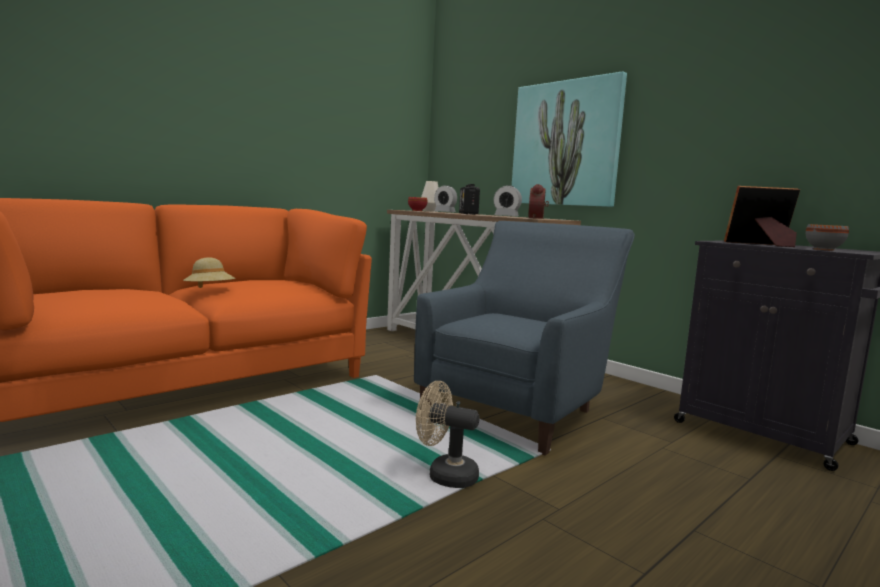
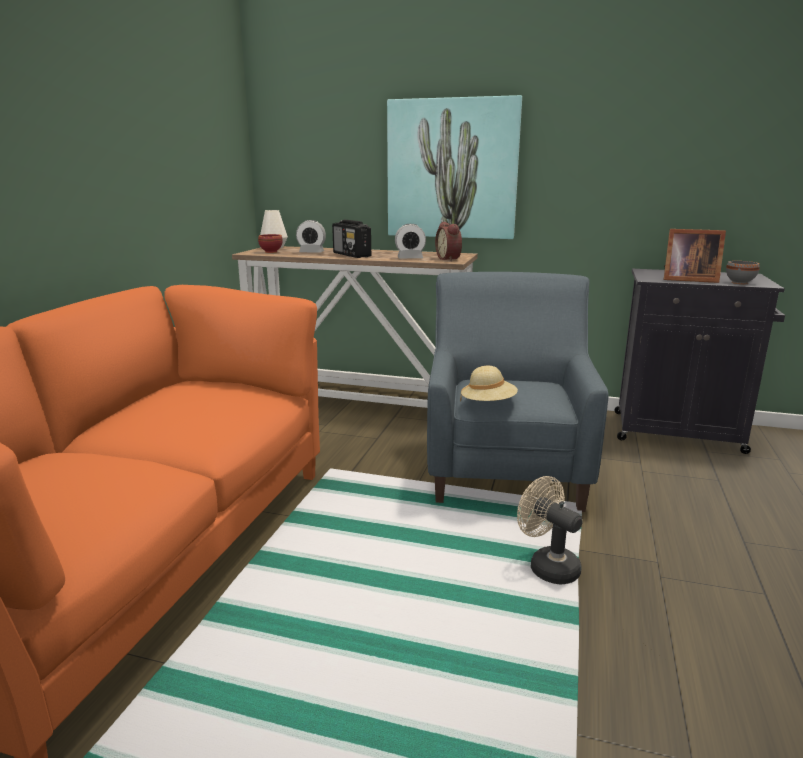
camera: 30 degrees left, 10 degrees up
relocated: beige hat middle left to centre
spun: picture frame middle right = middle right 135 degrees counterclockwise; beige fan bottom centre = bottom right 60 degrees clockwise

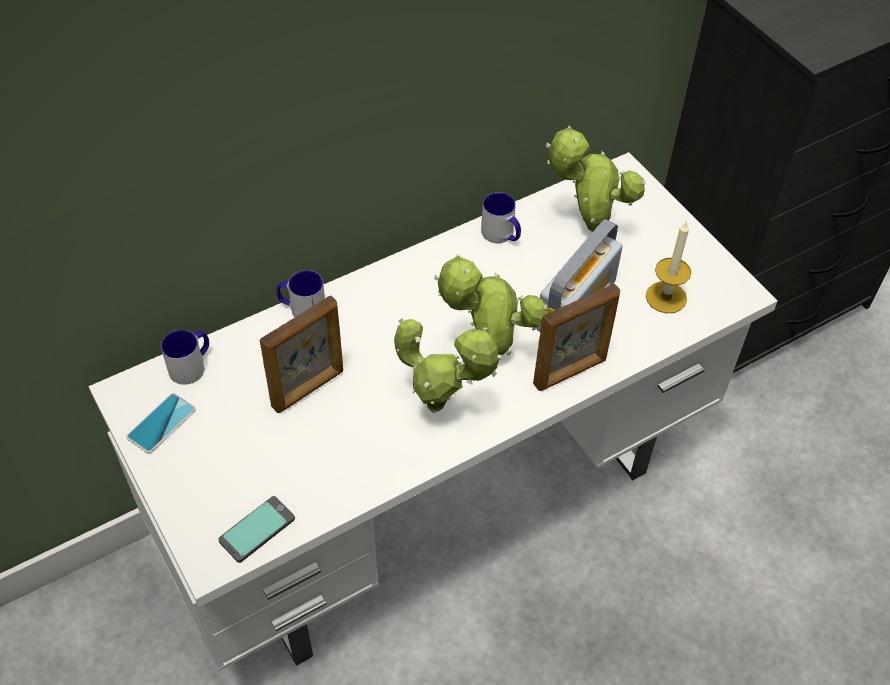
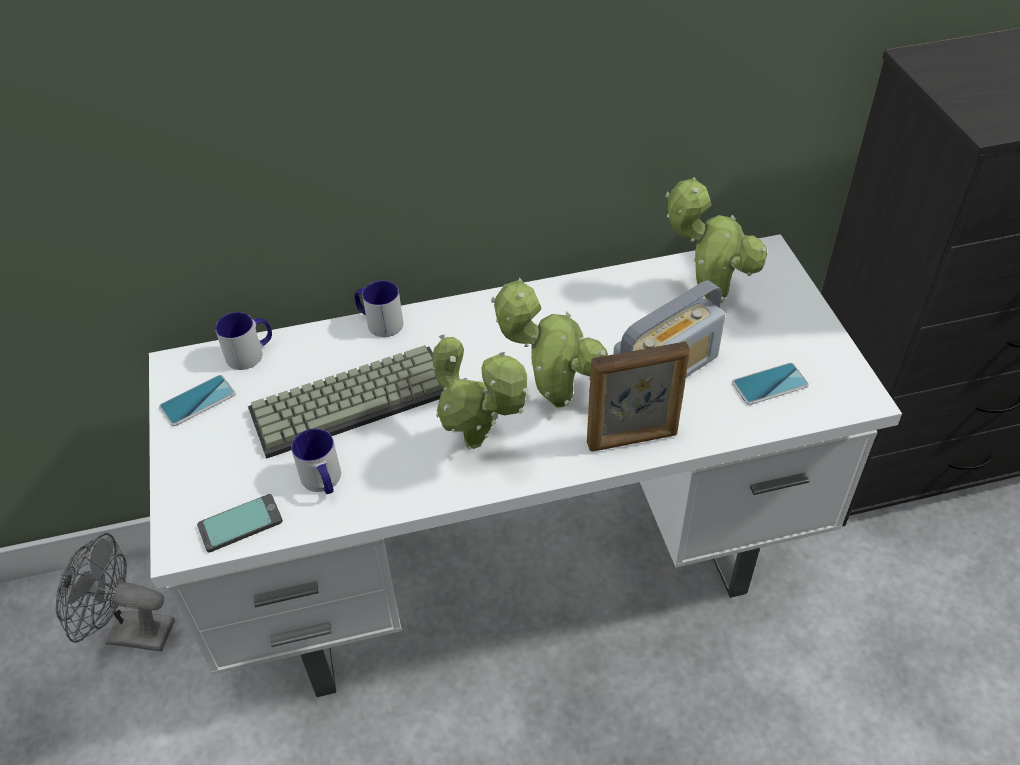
camera: 20 degrees right, 5 degrees down
appeared: grey fan bottom left
relocated: mug (no. 3 from left in the first image) top centre to mug (no. 2 from left) middle left
exchanged: candle middle right to phone (no. 3 from left) middle right; picture frame (no. 1 from left) centre to keyboard centre

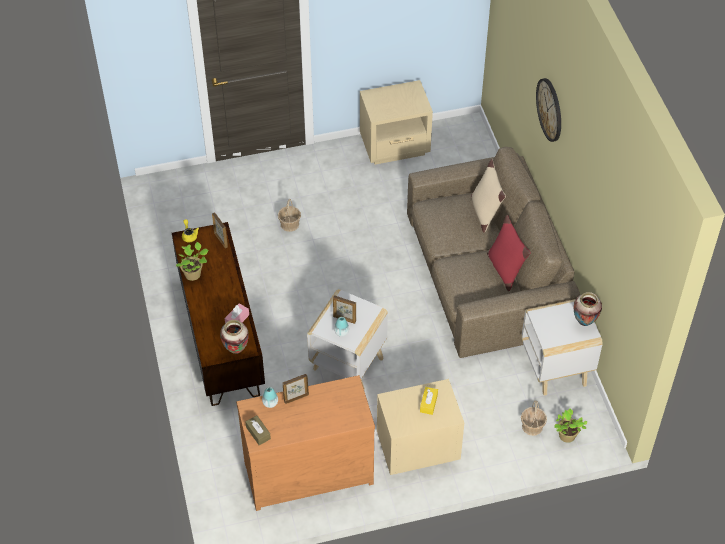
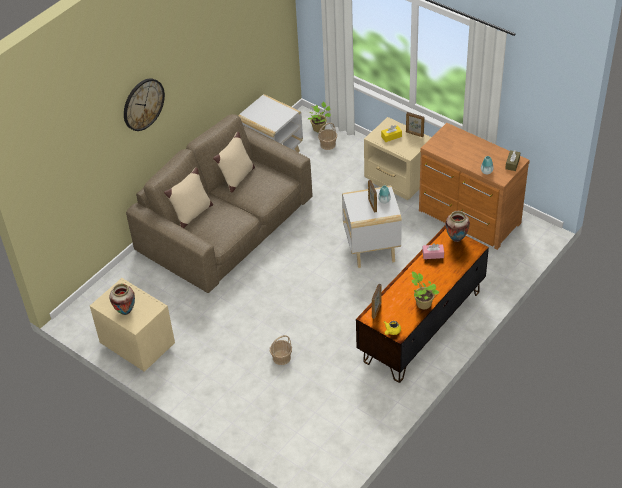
camera: 125 degrees left, 5 degrees down
relocated: vase (no. 4 from left in the first image) middle right to vase (no. 1 from left) middle left; picture frame (no. 2 from left in the first image) bottom centre to picture frame (no. 3 from left) top right
colour: red pillow middle right to beige pillow (no. 2 from left) top centre

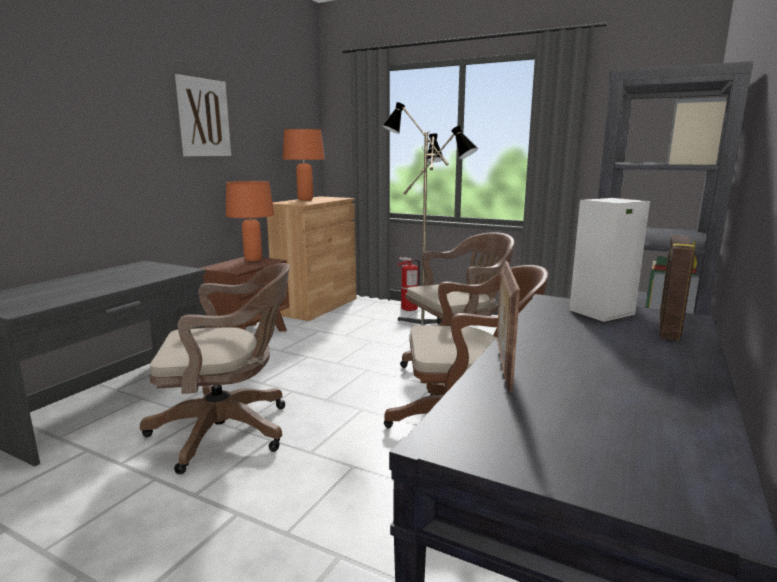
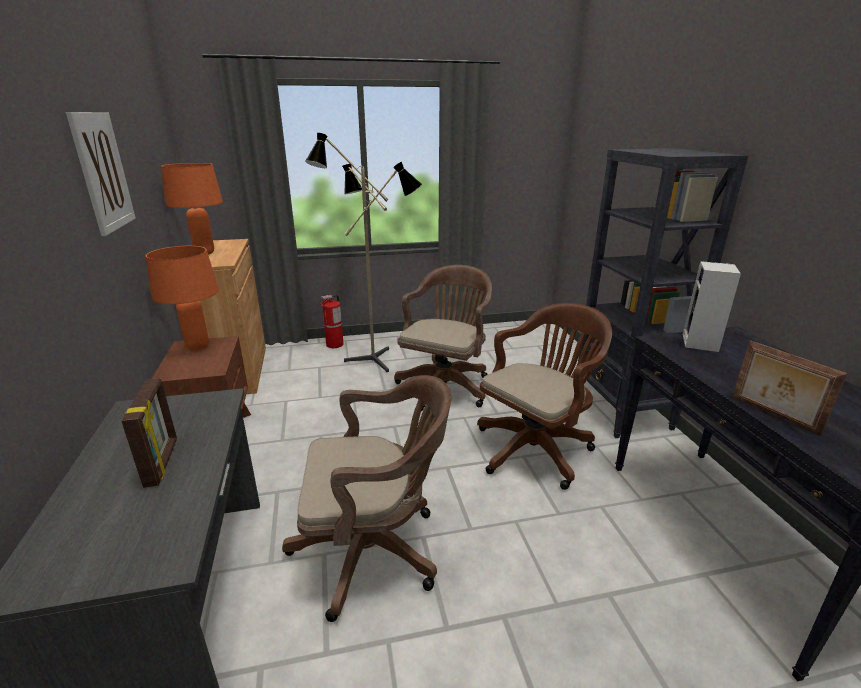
camera: 40 degrees left, 10 degrees up
relocated: picture frame (no. 2 from left in the first image) middle right to picture frame (no. 1 from left) middle left
spun: brown office chair (no. 1 from left) middle left = bottom centre 45 degrees clockwise

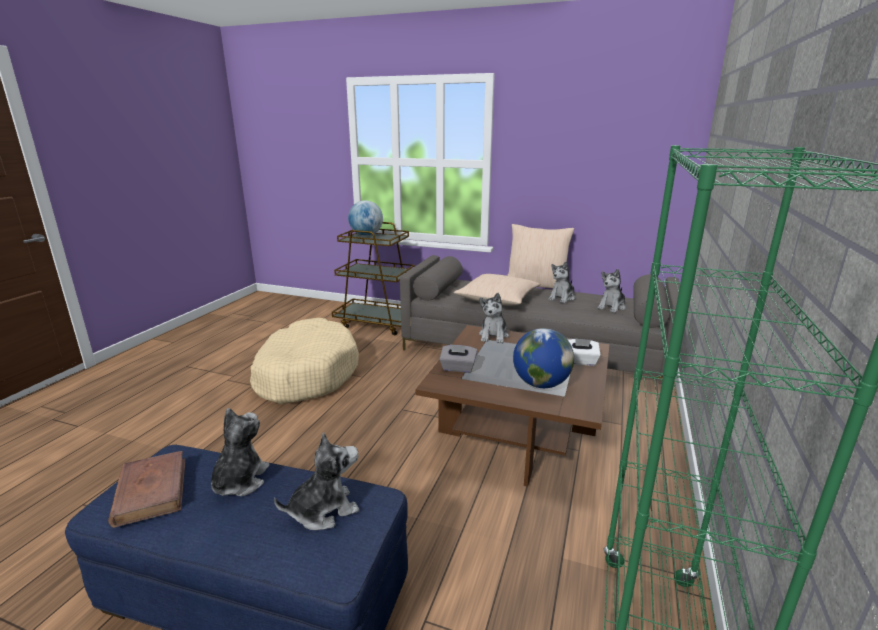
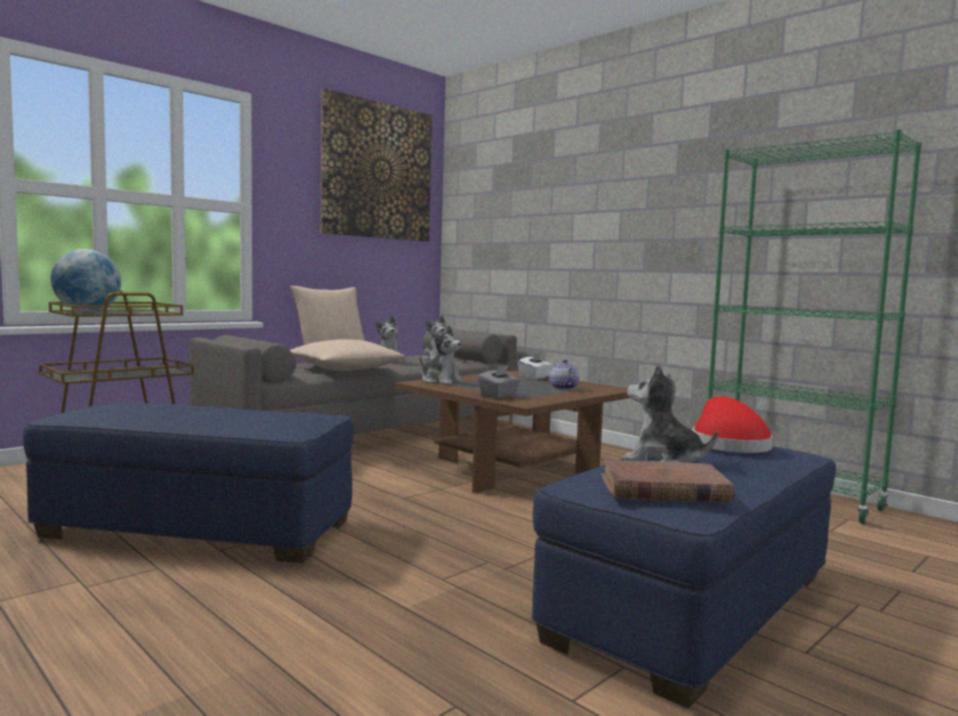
camera: 65 degrees left, 15 degrees down
appeared: picture top centre
exchanged: beige dog bed centre to blue ottoman (no. 1 from left) bottom left; globe (no. 2 from left) centre to teapot centre; plush toy (no. 2 from left) bottom centre to red hat middle right

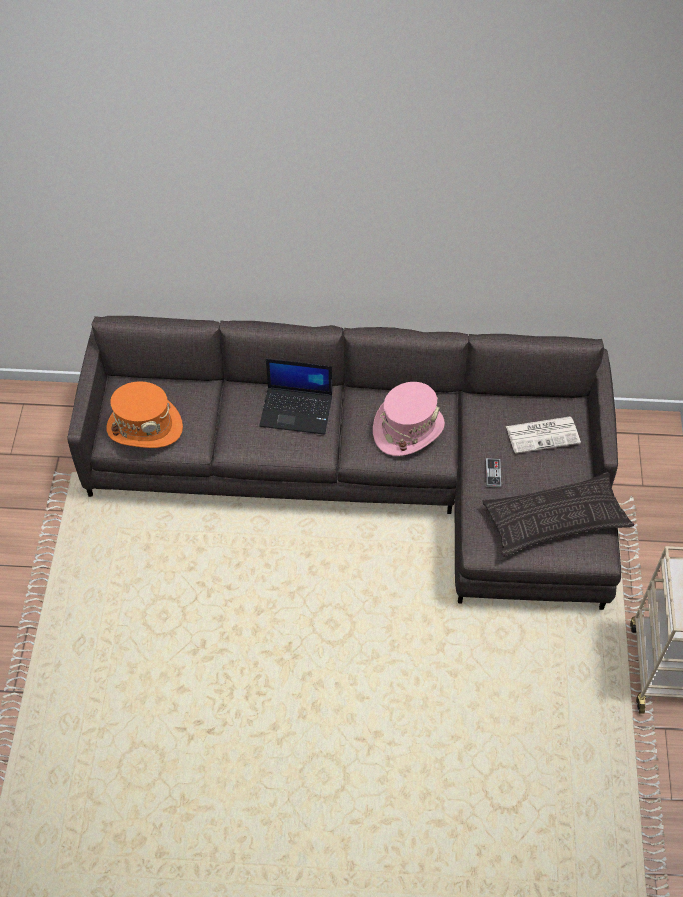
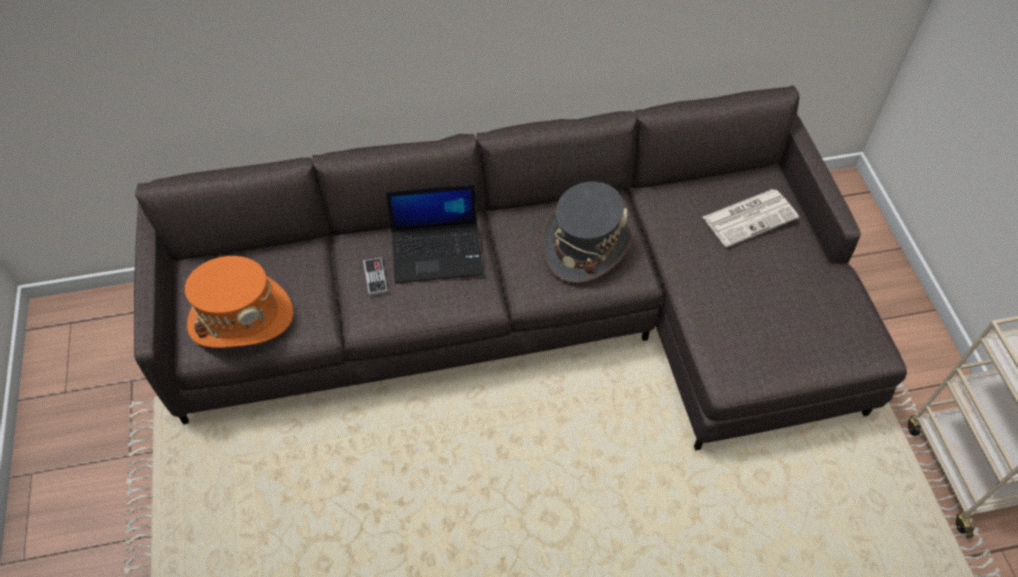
camera: 15 degrees left, 0 degrees up
missing: pillow middle right
relocated: game controller middle right to centre
colour: pink hat centre to grey hat centre

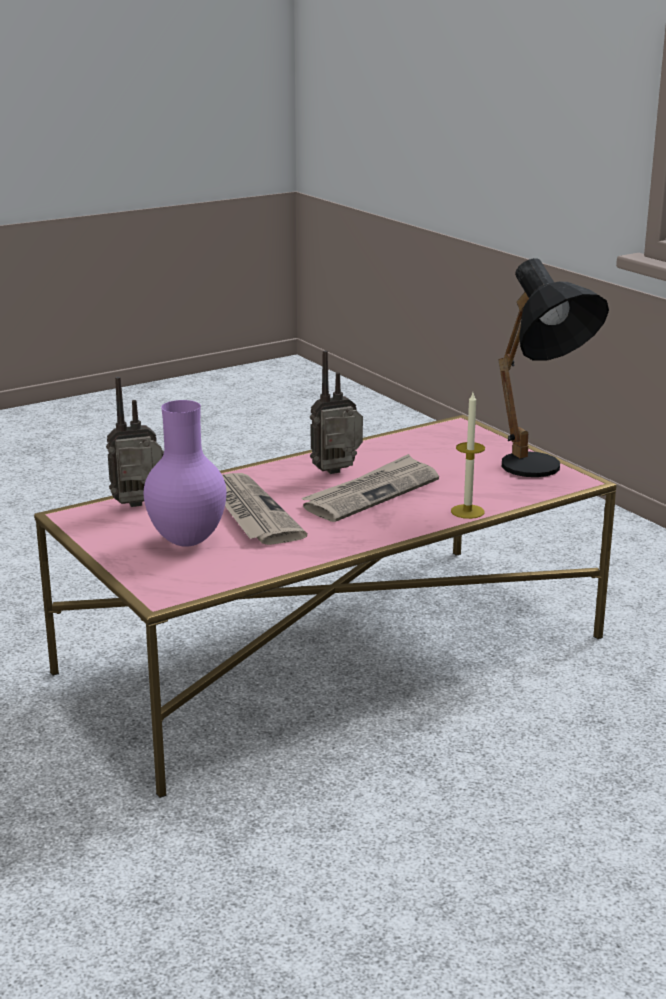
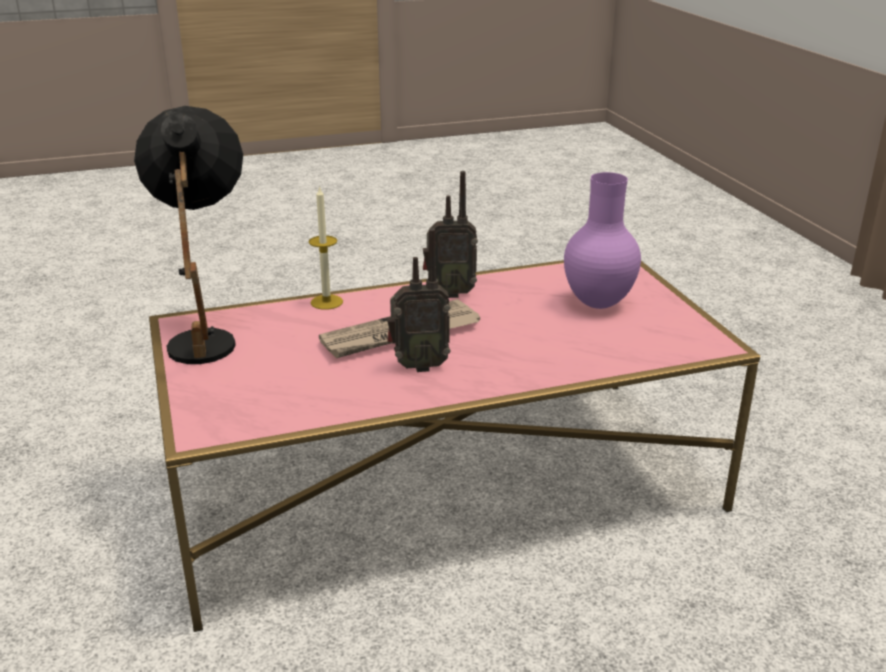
camera: 165 degrees left, 5 degrees up
missing: newspaper (no. 1 from left) centre
relocated: radio (no. 1 from left in the first image) middle left to radio (no. 2 from left) centre

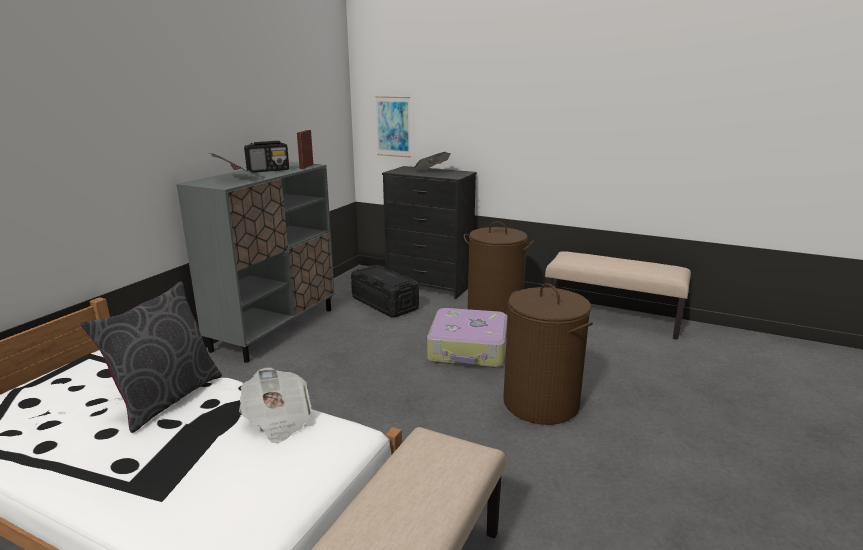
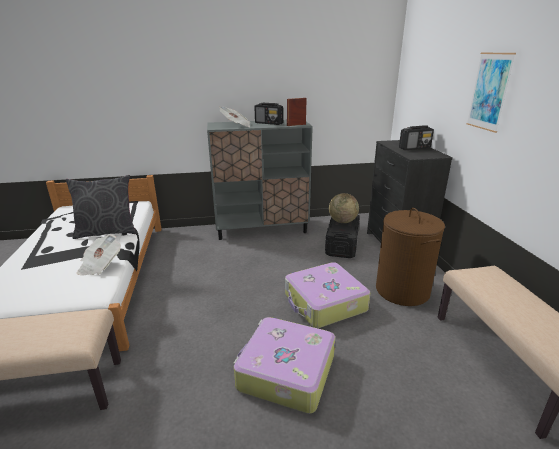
camera: 55 degrees right, 5 degrees up
appeared: globe centre
relocated: picture top centre to top right
exchanged: newspaper (no. 3 from left) top centre to radio (no. 2 from left) top right; brown laundry basket (no. 2 from left) centre to suitcase (no. 1 from left) bottom centre

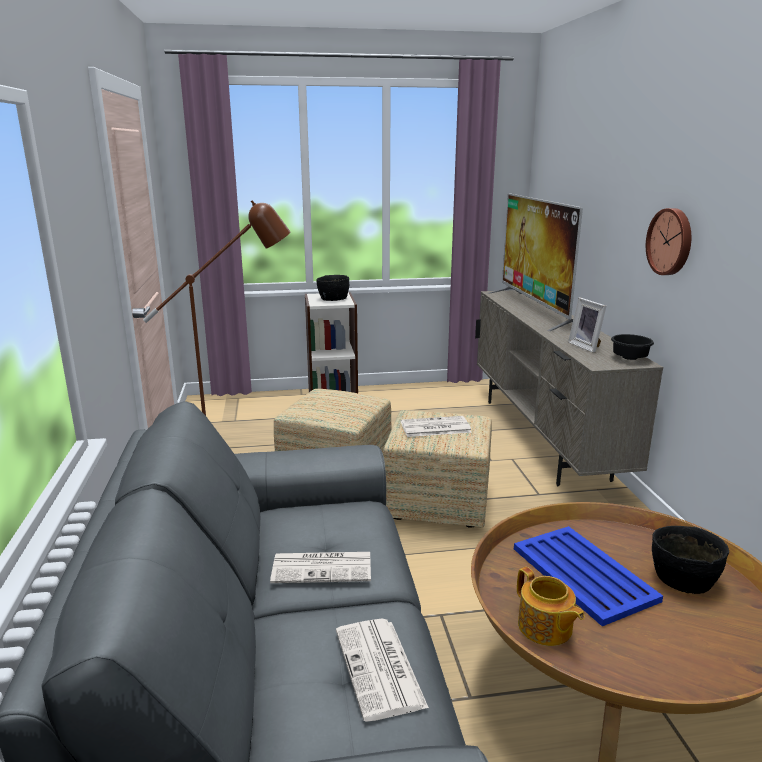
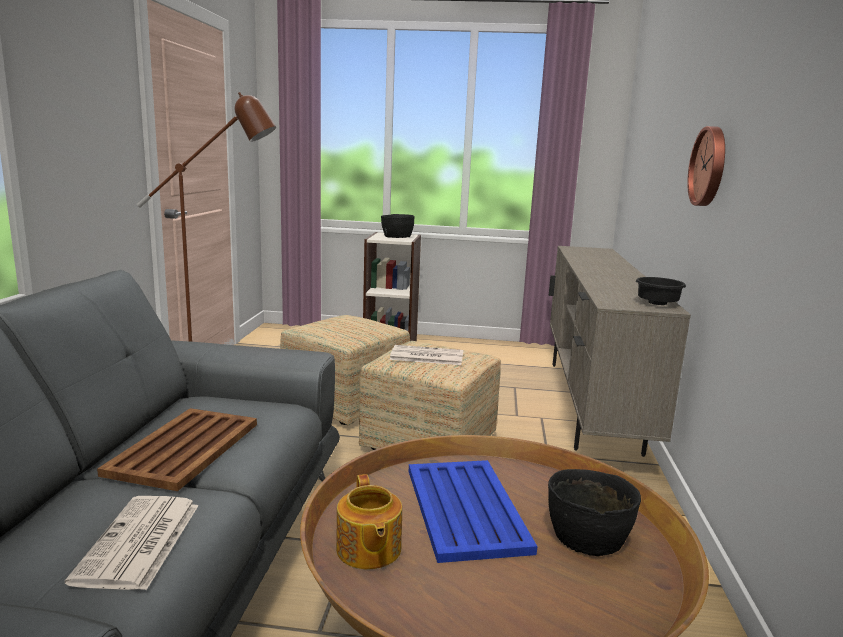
camera: 15 degrees right, 5 degrees down
missing: television middle right; picture frame middle right
exchanged: newspaper (no. 1 from left) bottom centre to brown tray bottom left

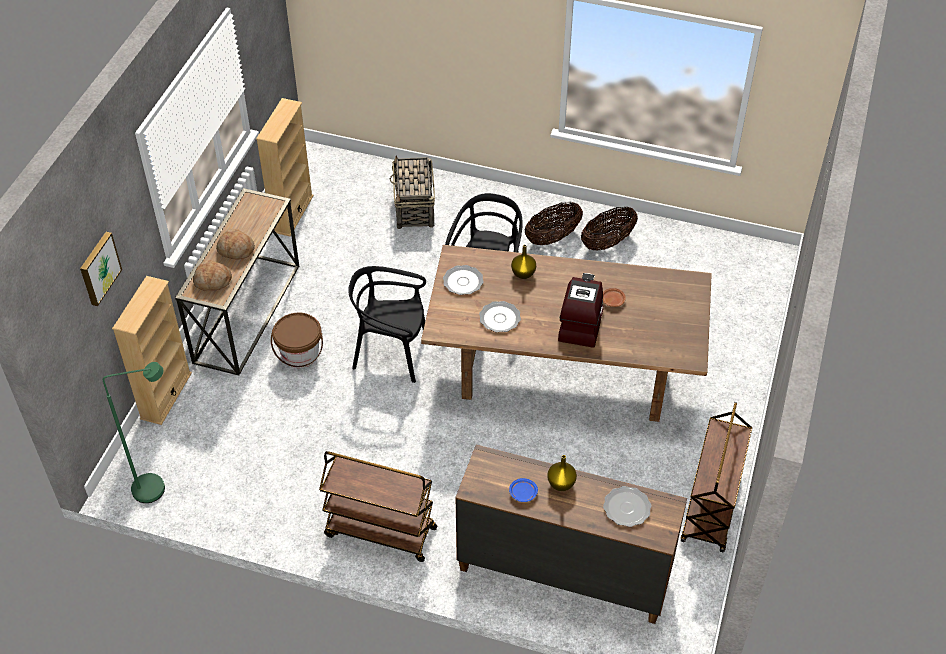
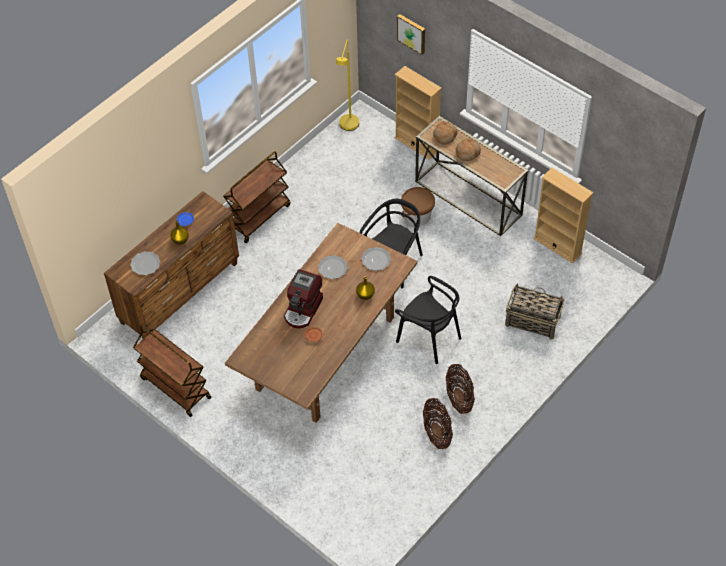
camera: 115 degrees right, 5 degrees up
colour: green floor lamp middle left to yellow floor lamp top centre
spun: coffee machine centre = centre 75 degrees clockwise

